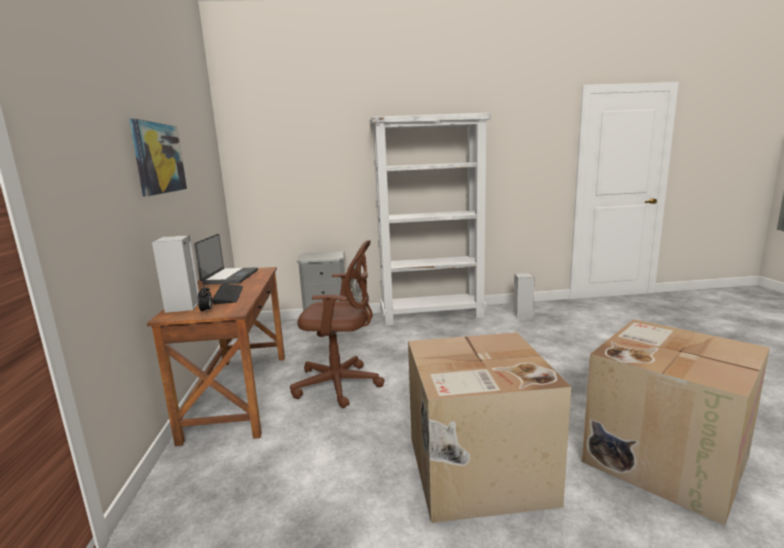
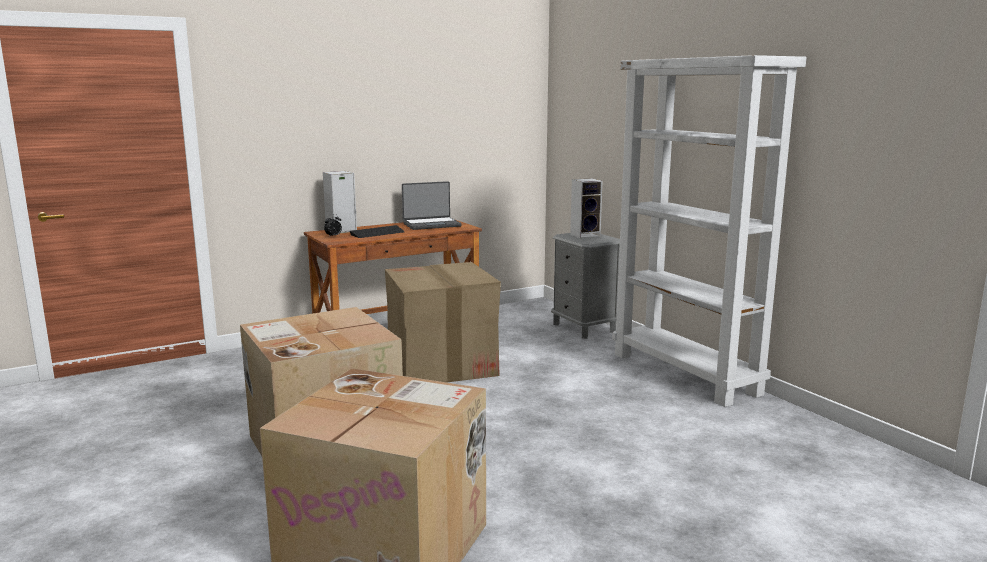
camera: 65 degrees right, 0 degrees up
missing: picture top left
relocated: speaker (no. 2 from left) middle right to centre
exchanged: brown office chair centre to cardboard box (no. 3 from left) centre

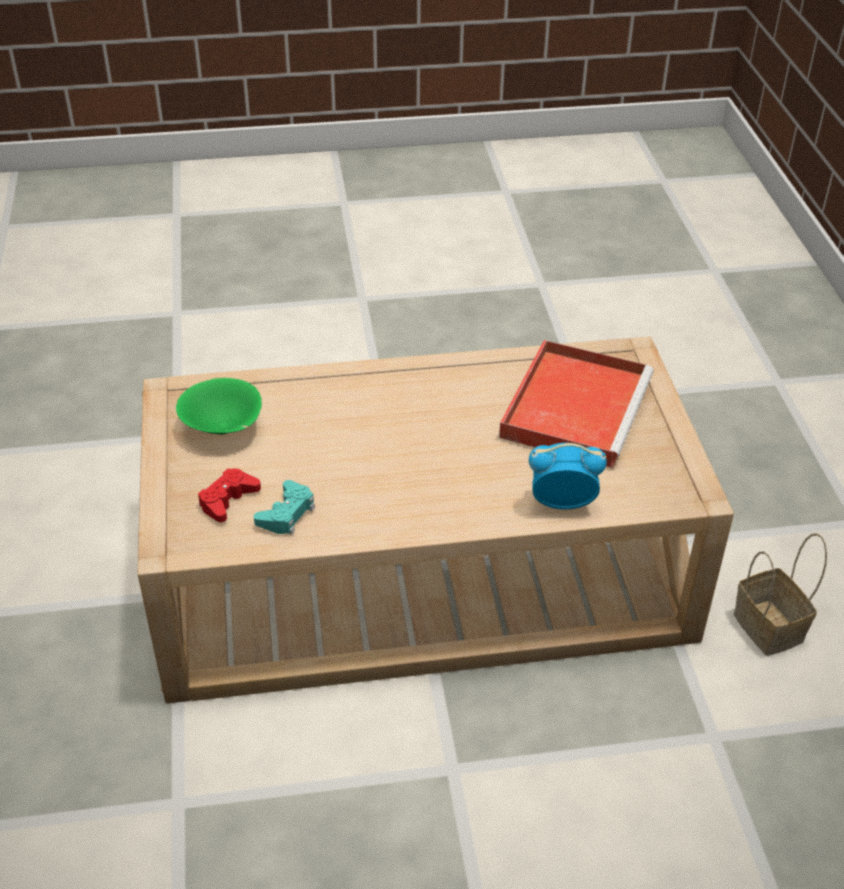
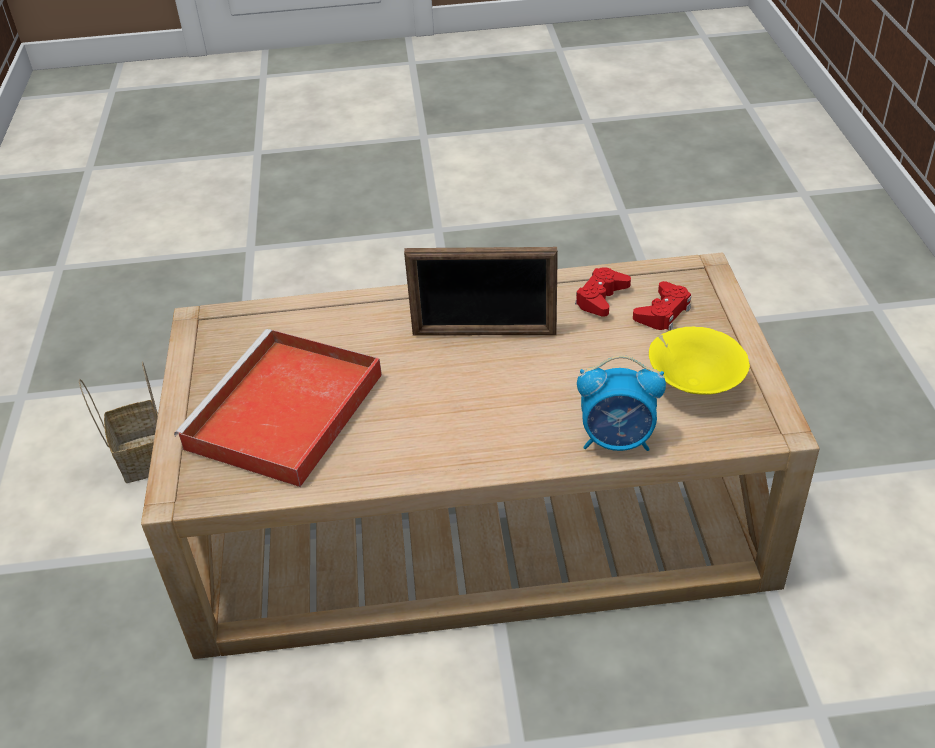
camera: 175 degrees left, 0 degrees up
appeared: picture frame centre
relocated: alarm clock middle right to centre
colour: green bowl middle left to yellow bowl middle right; turquoise game controller centre to red game controller (no. 1 from left) centre

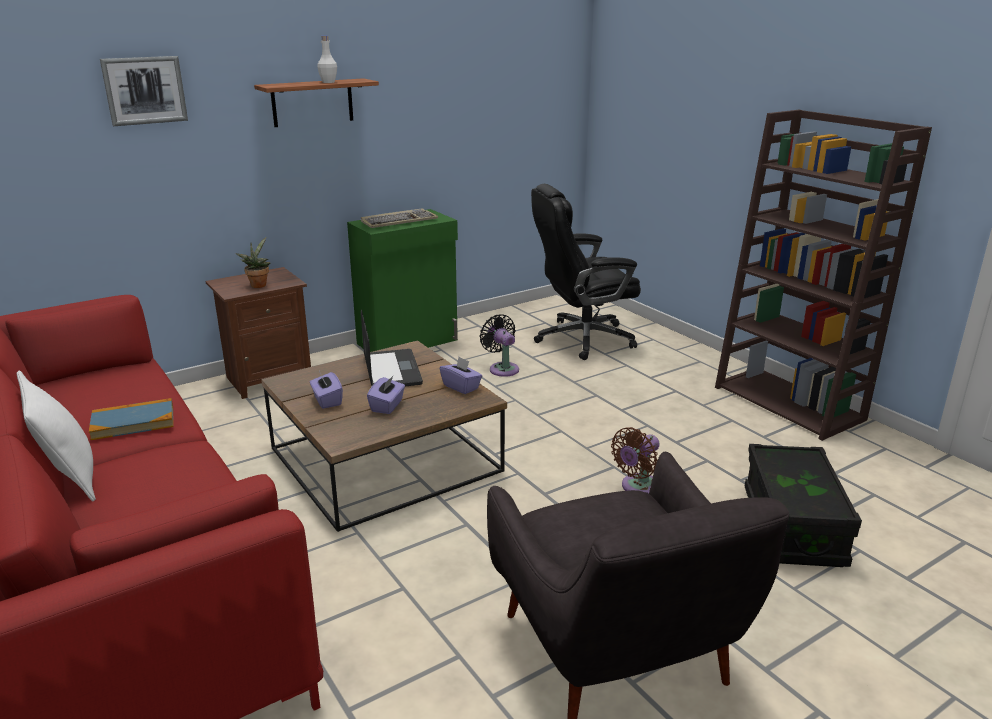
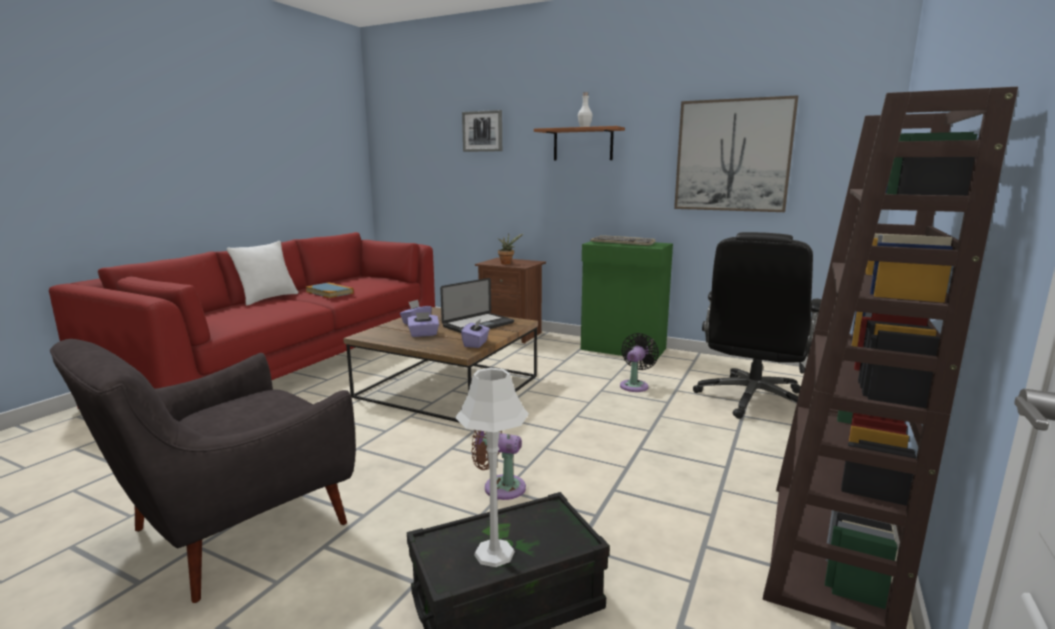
camera: 60 degrees right, 10 degrees down
appeared: picture (no. 2 from left) top right; white table lamp bottom centre
spun: black office chair centre = middle right 105 degrees counterclockwise

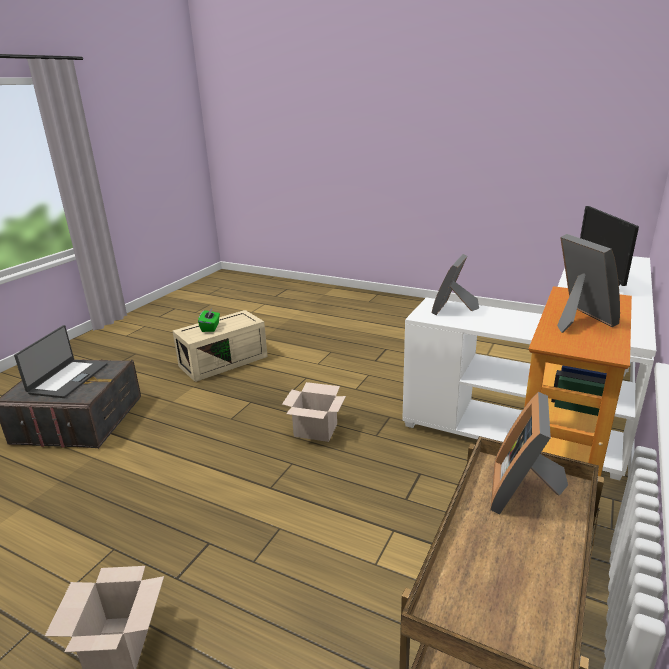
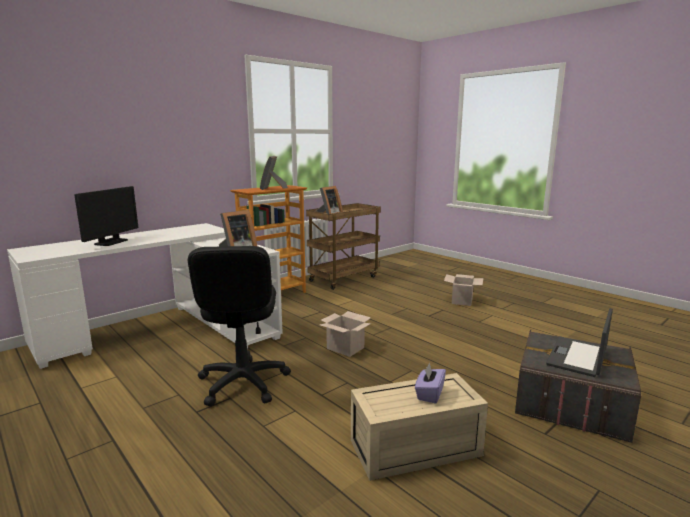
camera: 160 degrees left, 10 degrees down
appeared: black office chair centre
colour: green tissue box middle left to purple tissue box bottom centre

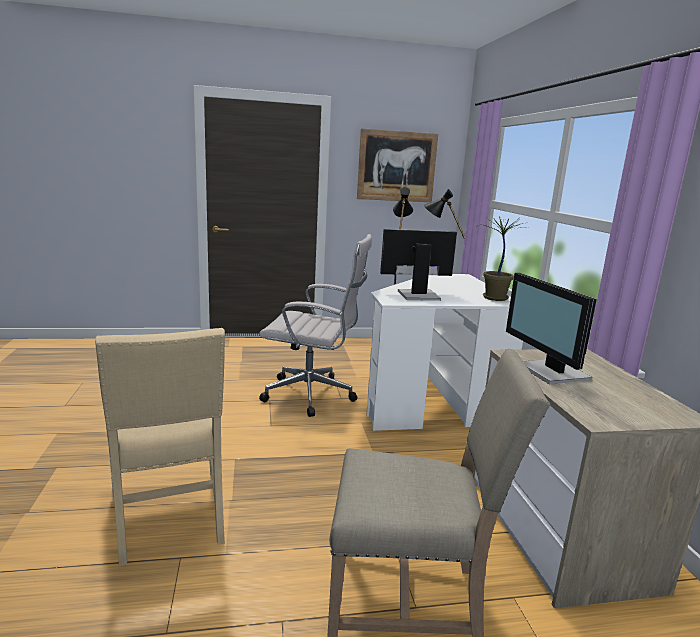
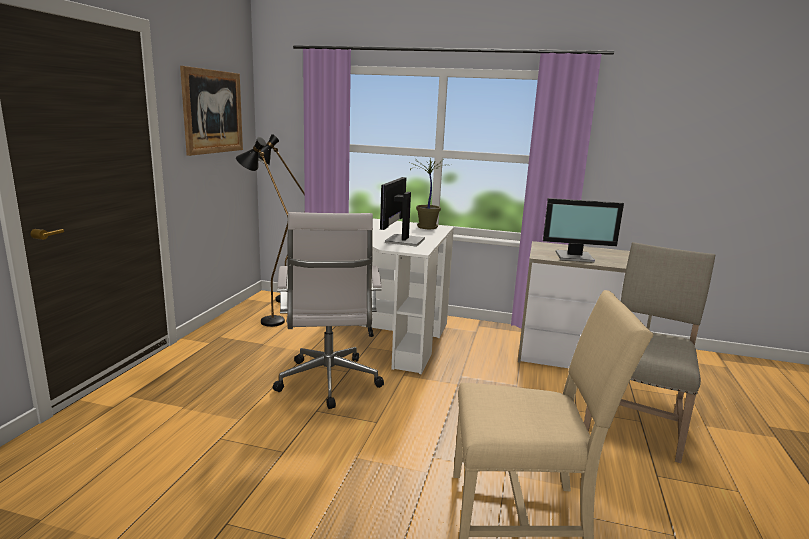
camera: 65 degrees left, 0 degrees up
spun: white office chair centre = centre 135 degrees clockwise

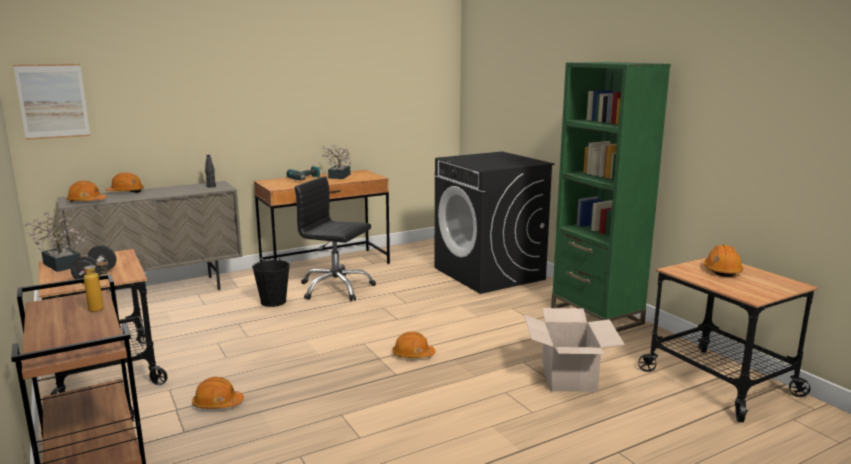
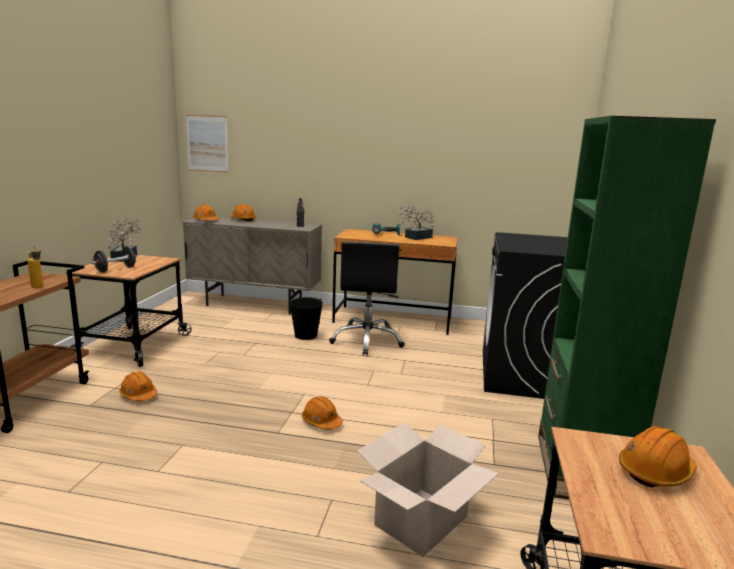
camera: 40 degrees right, 0 degrees up
spun: black office chair centre = centre 150 degrees counterclockwise

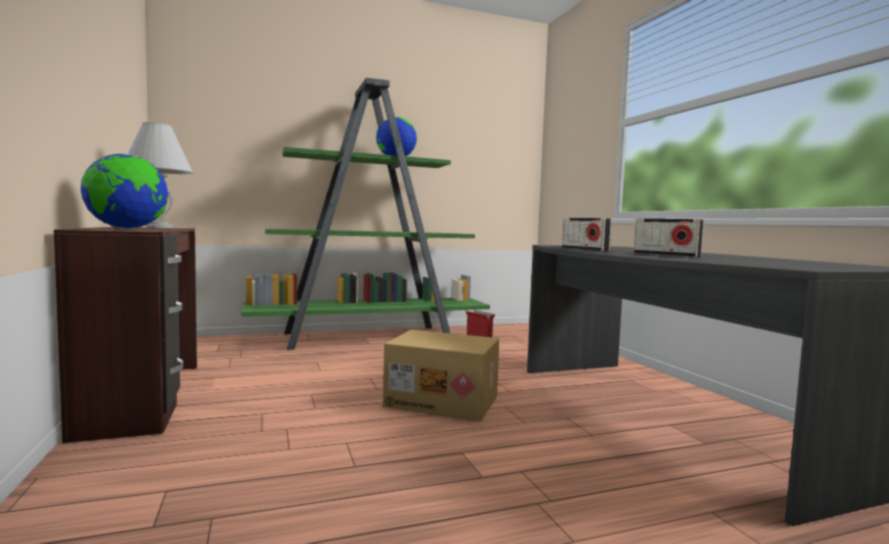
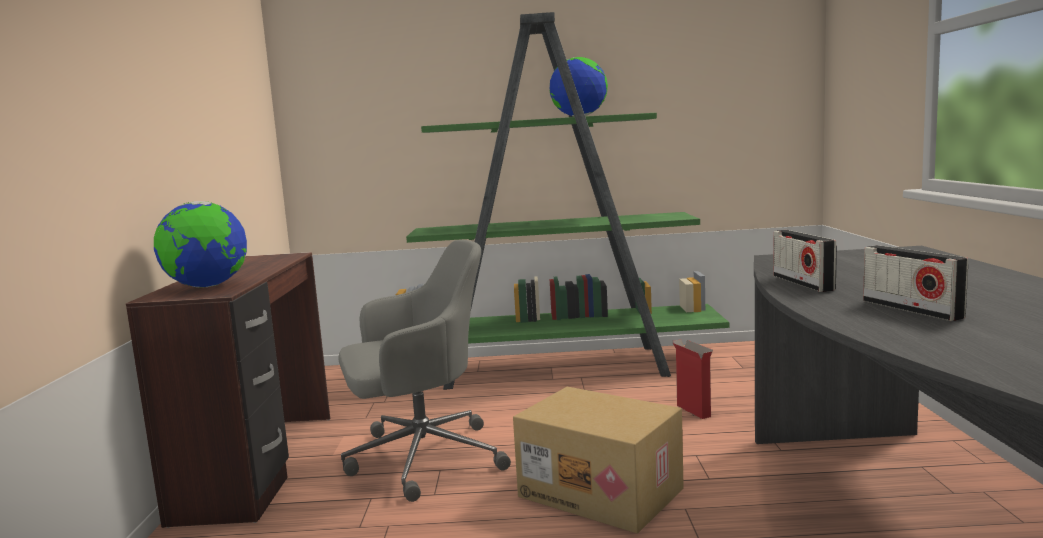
camera: 20 degrees right, 5 degrees up
missing: white table lamp top left
appeared: grey office chair bottom centre

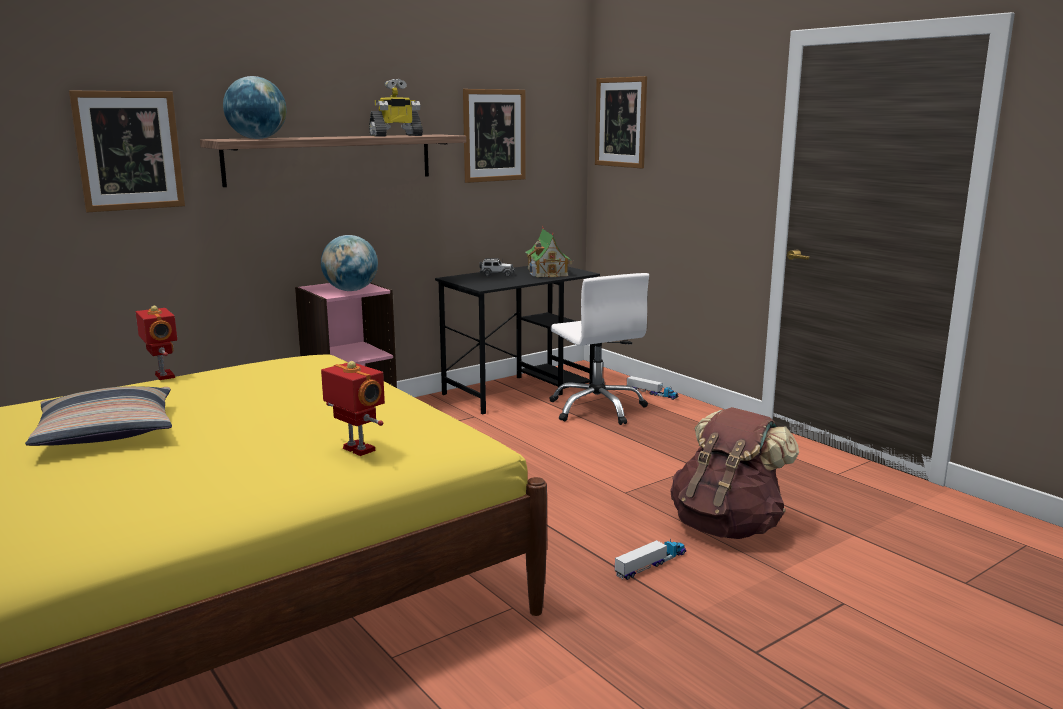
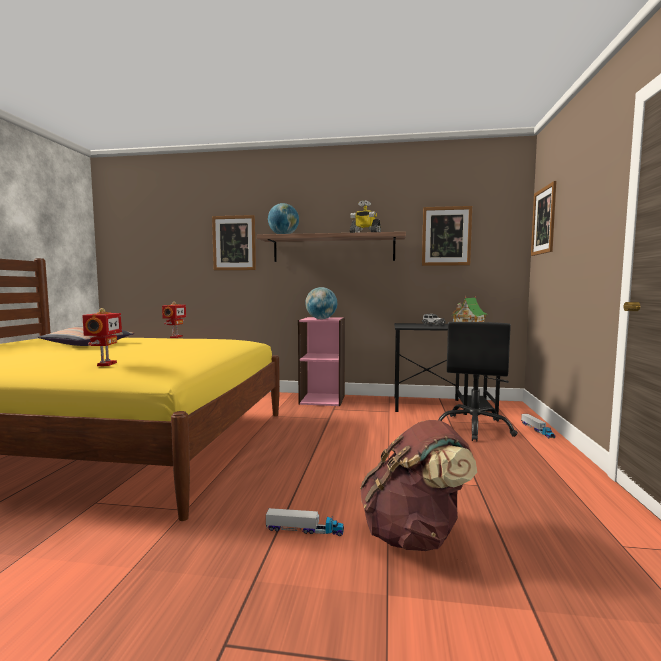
camera: 45 degrees right, 10 degrees down
colour: white office chair centre to black office chair middle right

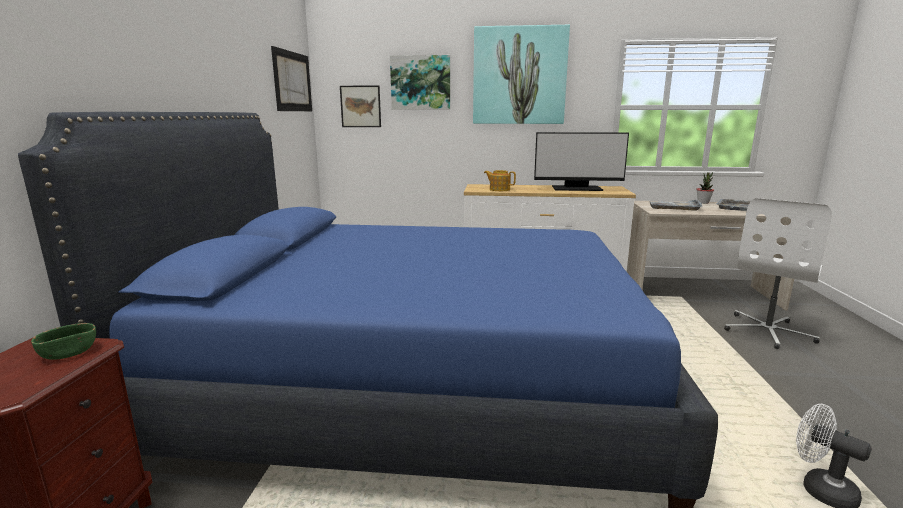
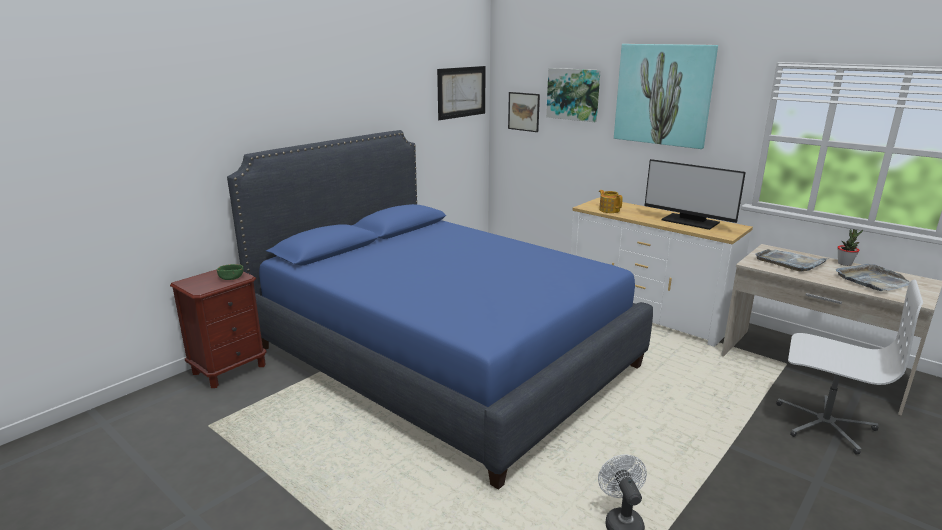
camera: 35 degrees right, 5 degrees up
spun: white office chair middle right = bottom right 135 degrees counterclockwise

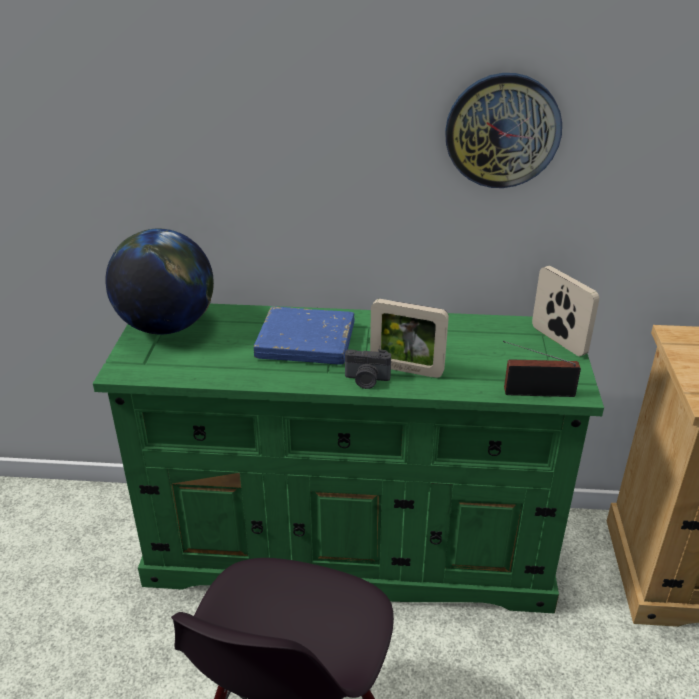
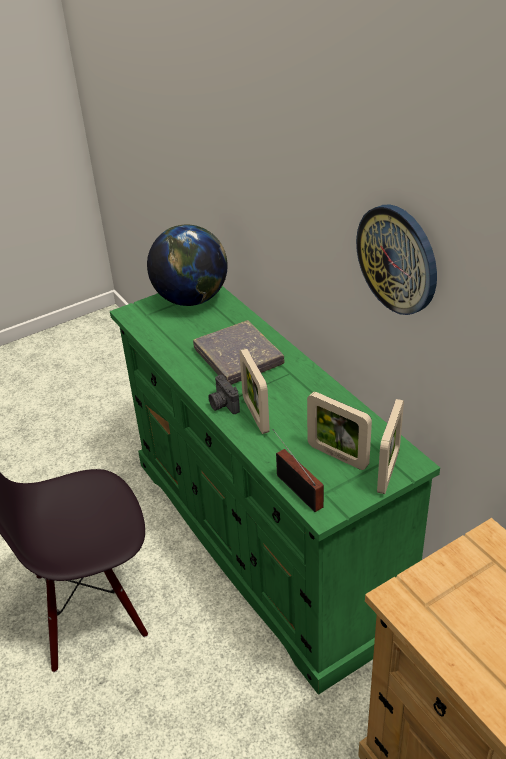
camera: 55 degrees right, 5 degrees up
appeared: picture frame (no. 2 from left) middle right
colour: blue book centre to grey book centre

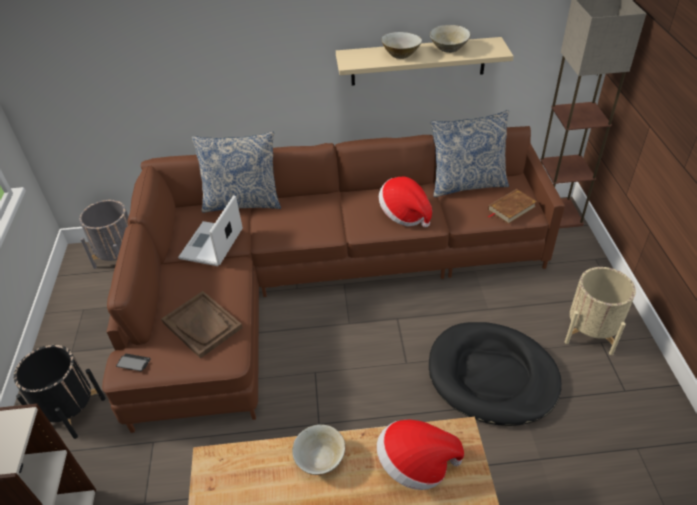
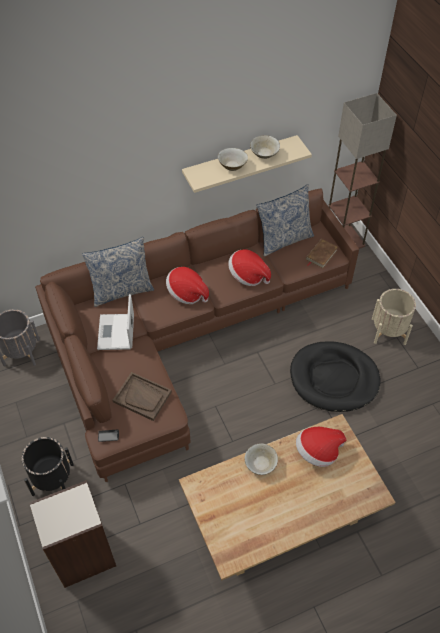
camera: 20 degrees left, 10 degrees up
appeared: hat (no. 1 from left) centre

